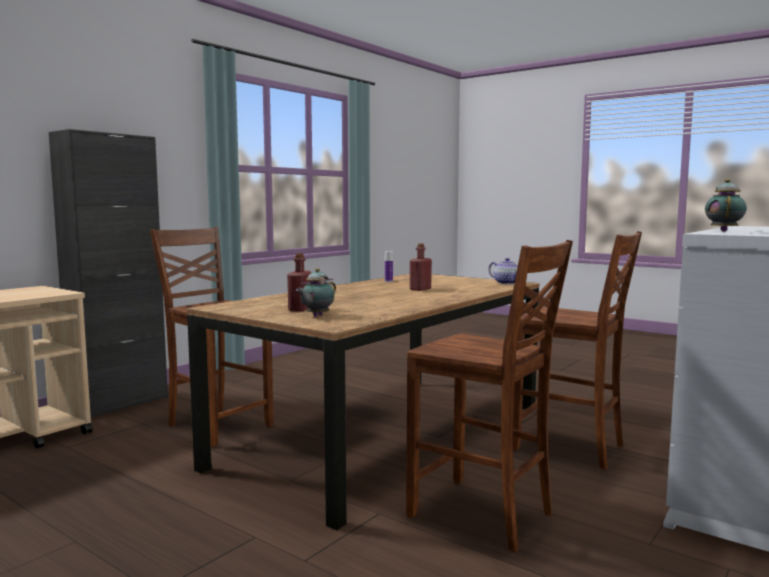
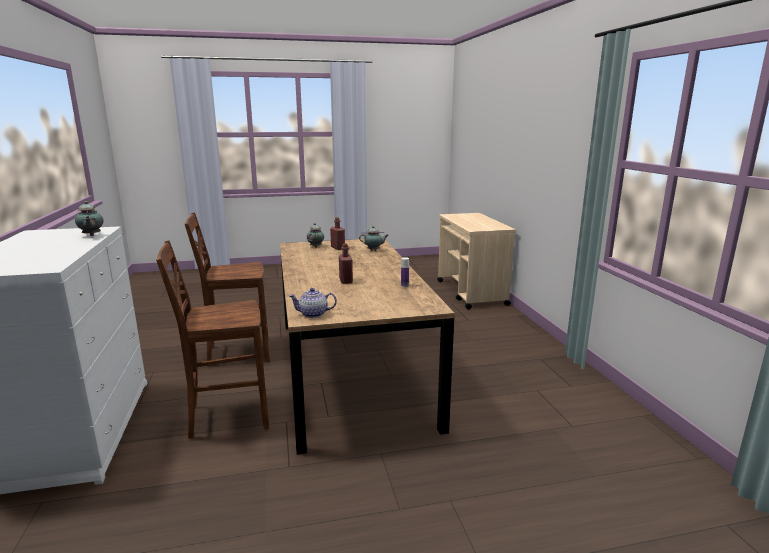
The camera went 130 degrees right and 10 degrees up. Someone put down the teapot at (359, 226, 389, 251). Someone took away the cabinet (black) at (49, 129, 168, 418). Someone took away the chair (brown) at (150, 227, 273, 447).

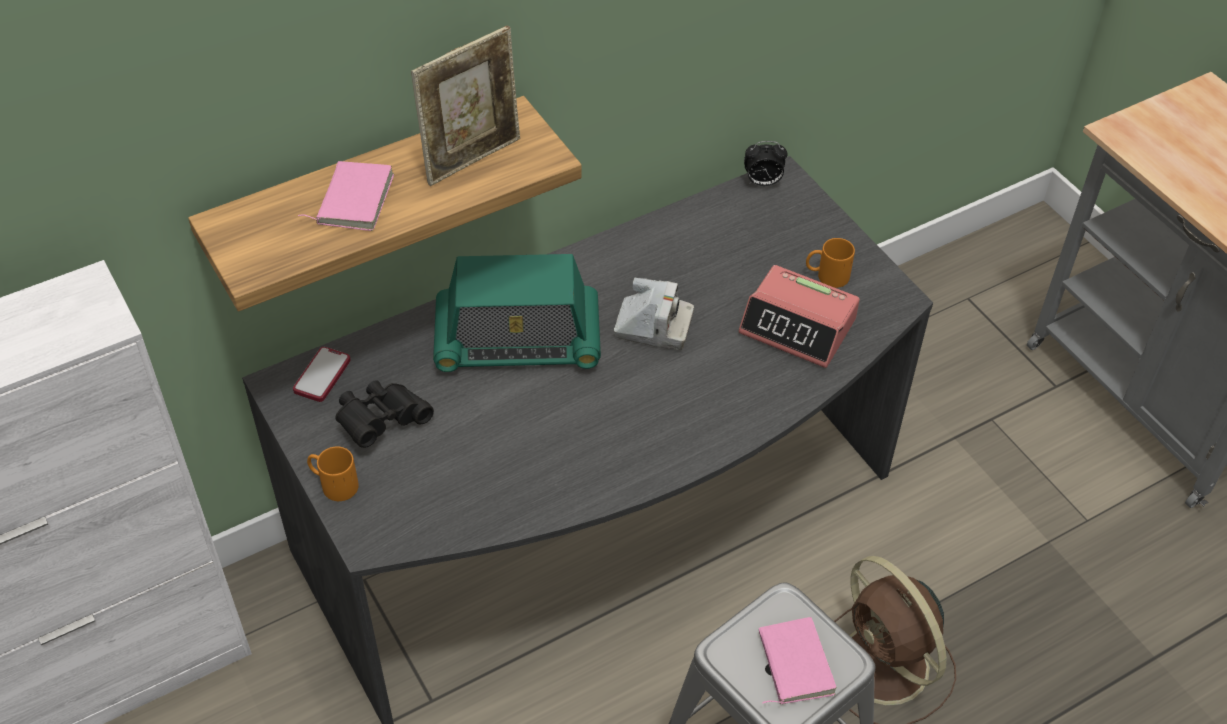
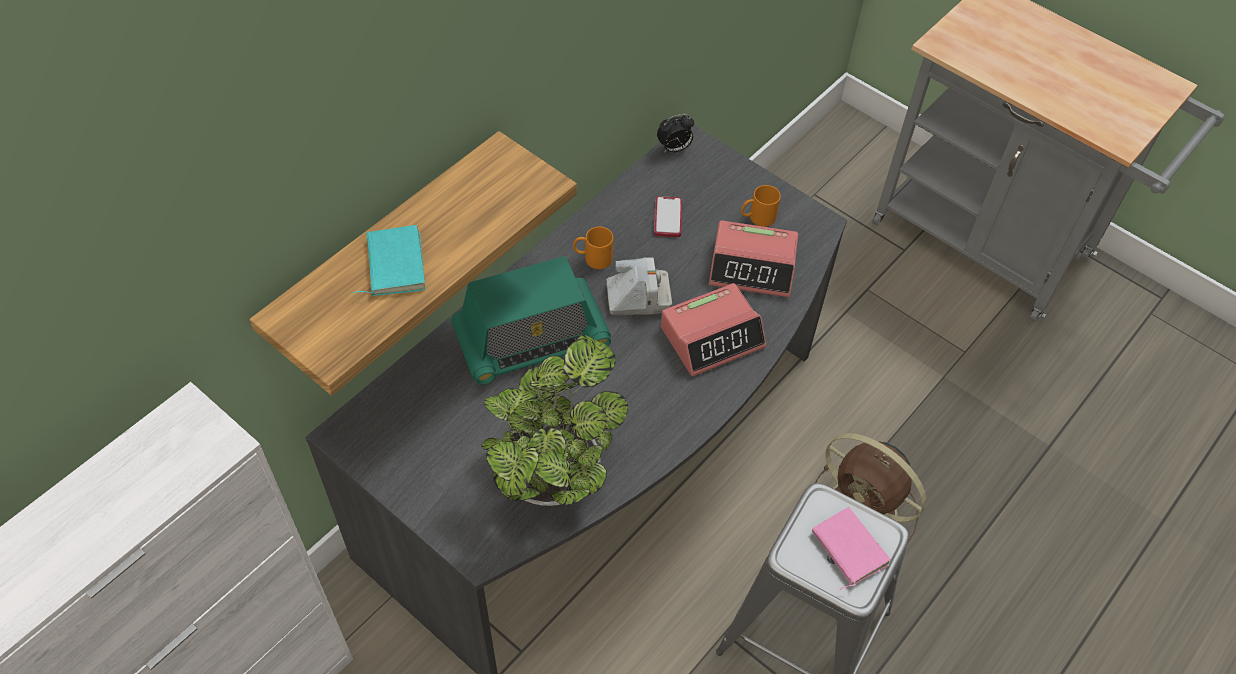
The camera went 20 degrees left and 5 degrees up. Someone repainted the book (pink) at (298, 161, 394, 231), which became the book (turquoise) at (354, 225, 425, 296). Someone put down the potted plant at (481, 334, 628, 506). Someone carried the mug (orange) from (307, 446, 359, 501) to (573, 227, 613, 269). Someone carried the phone from (293, 347, 351, 402) to (654, 196, 682, 237). Someone put down the alarm clock at (661, 283, 766, 376). Someone took away the binoculars (black) at (335, 380, 434, 448). Someone took away the picture frame at (411, 26, 520, 186).

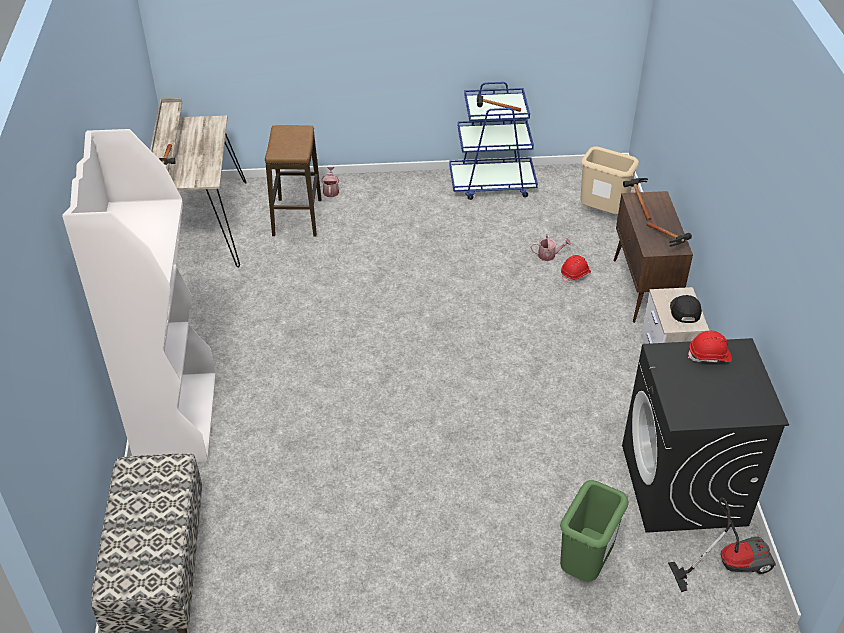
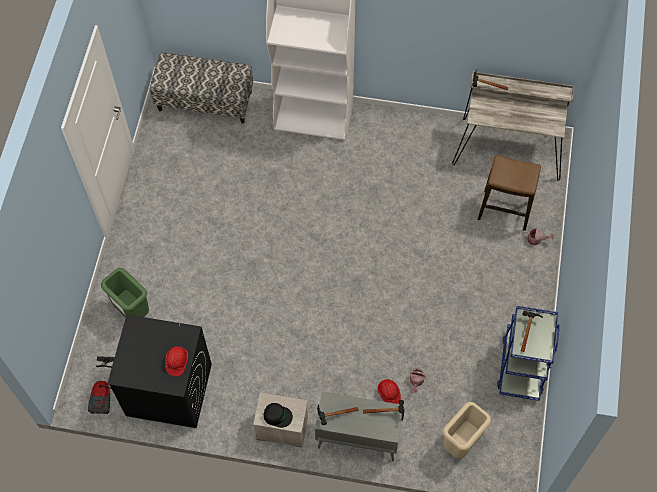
The camera went 105 degrees right and 20 degrees up. Someone repainted the cabinet (brown) at (613, 191, 693, 323), which became the cabinet (grey) at (315, 391, 404, 461).

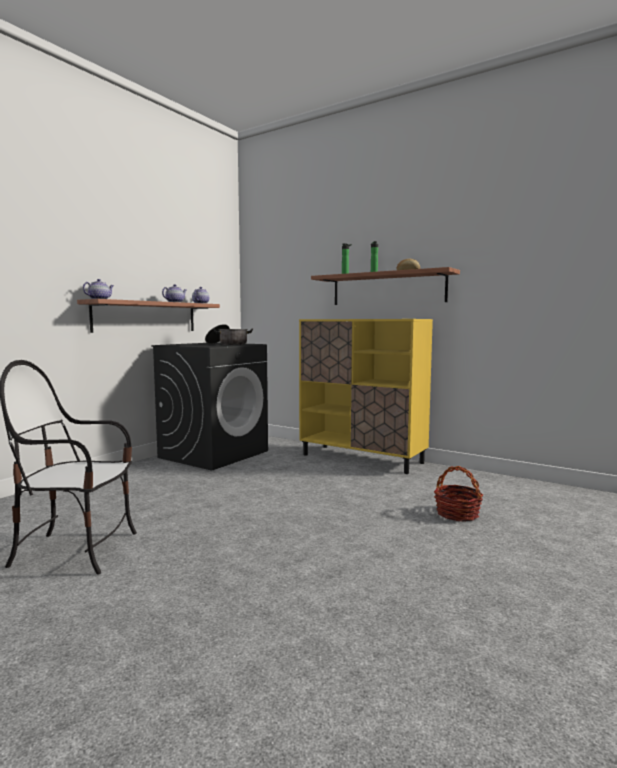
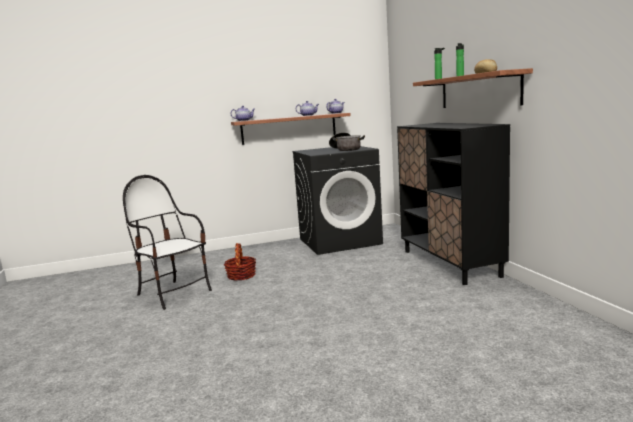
The camera went 40 degrees right and 5 degrees up. Someone carried the basket from (434, 466, 483, 522) to (224, 243, 256, 281). Someone repainted the cabinet (yellow) at (299, 319, 433, 474), which became the cabinet (black) at (397, 123, 510, 285).

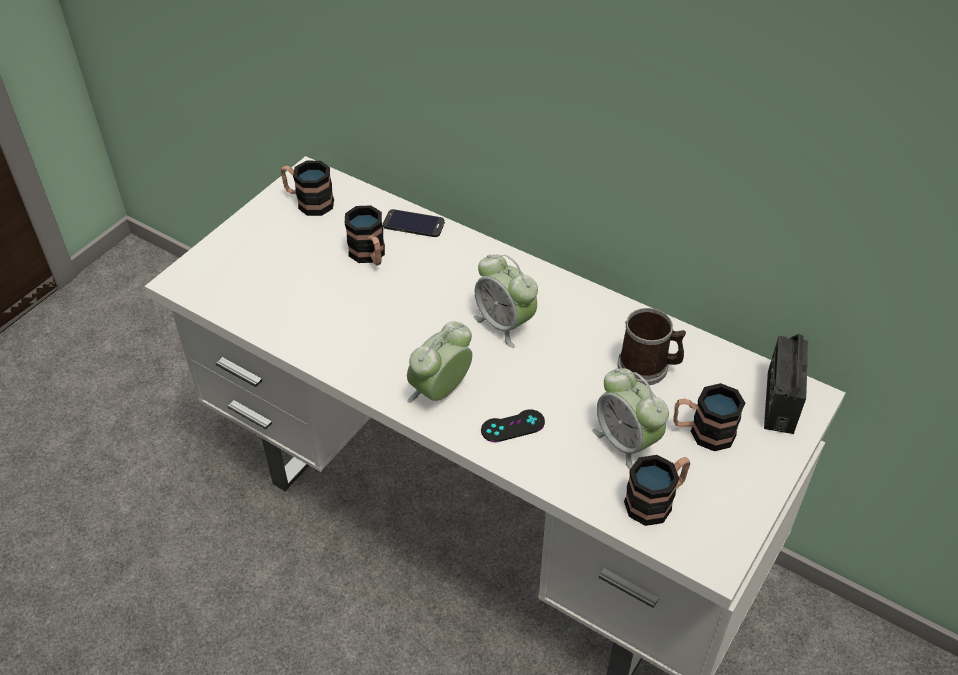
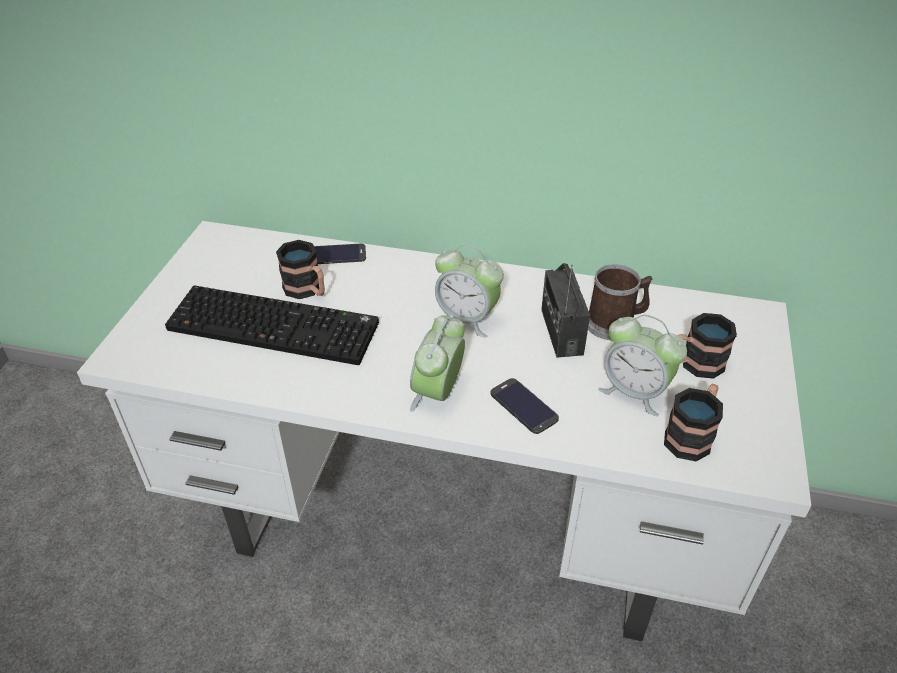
The camera went 20 degrees left and 5 degrees down. Someone put down the keyboard at (165, 286, 379, 365). Someone swapped the game controller (black) at (481, 409, 545, 442) for the phone at (491, 378, 559, 434). Someone carried the radio from (764, 334, 808, 434) to (541, 263, 590, 358). Someone took away the mug at (281, 161, 334, 216).

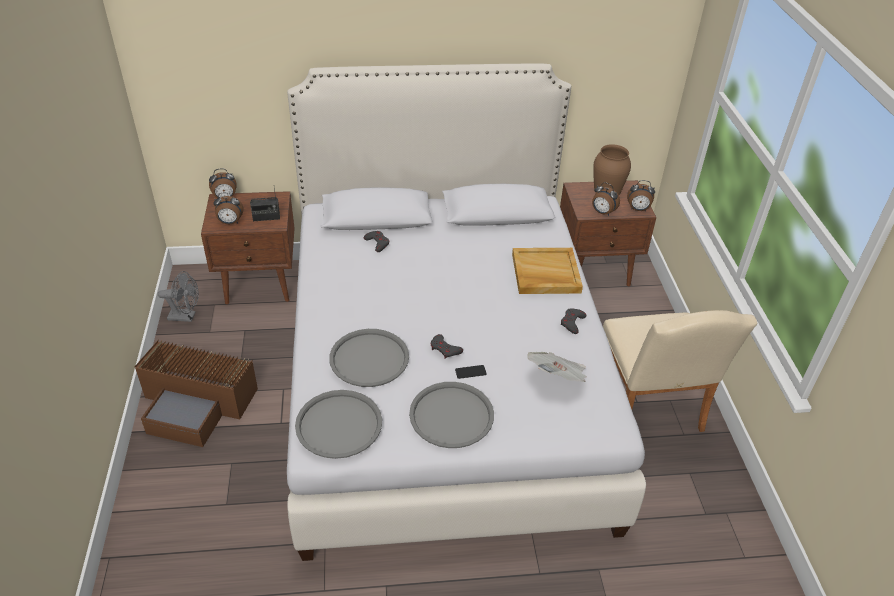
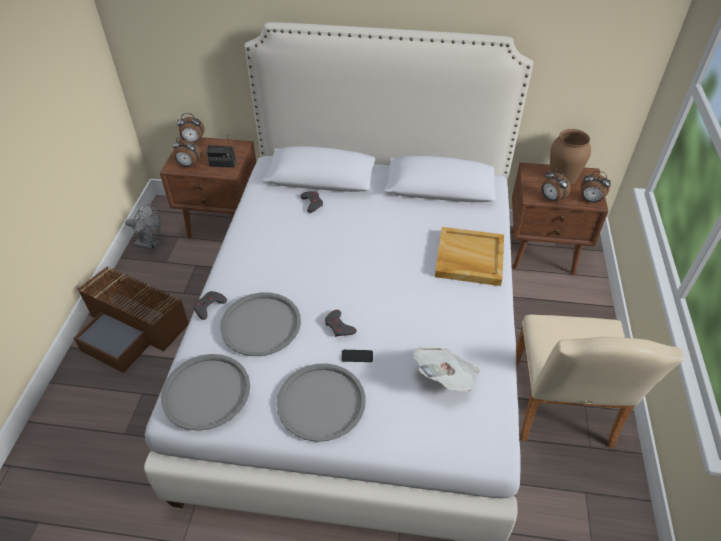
The camera went 15 degrees right and 5 degrees up. Someone carried the game controller (grey) from (561, 308, 586, 334) to (193, 291, 227, 320).

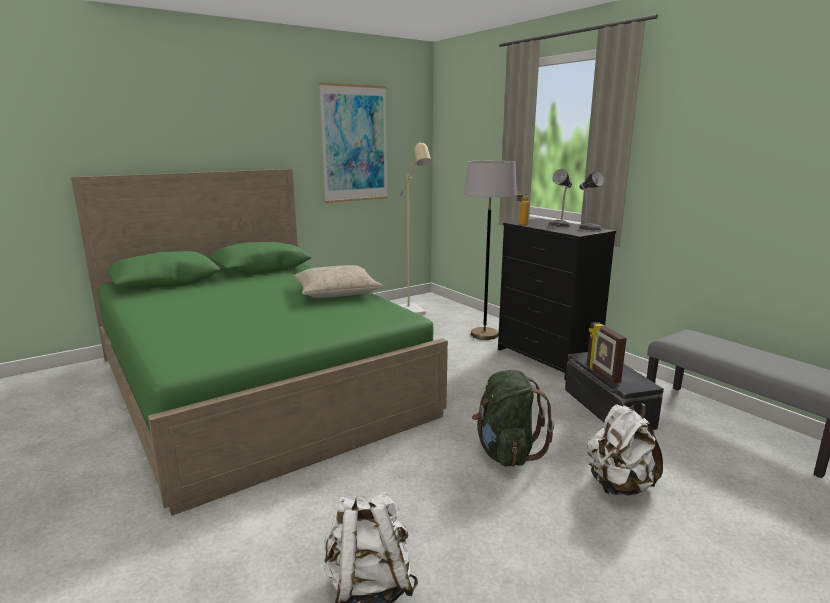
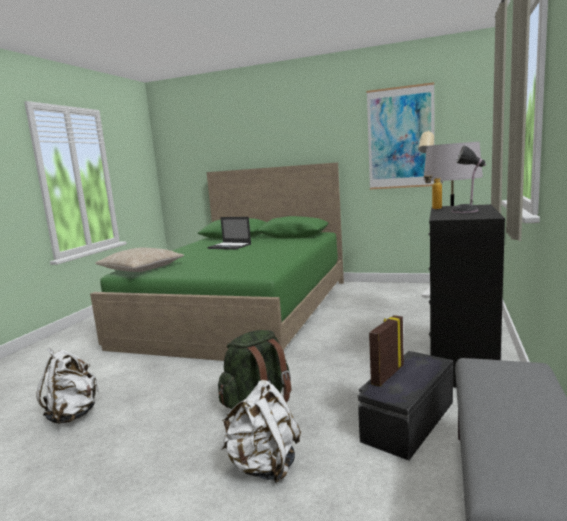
The camera went 55 degrees right and 5 degrees down. Someone carried the pillow (beige) from (294, 265, 384, 298) to (95, 247, 184, 272). Someone put down the laptop at (207, 217, 251, 250). Someone took away the table lamp at (578, 170, 604, 232).

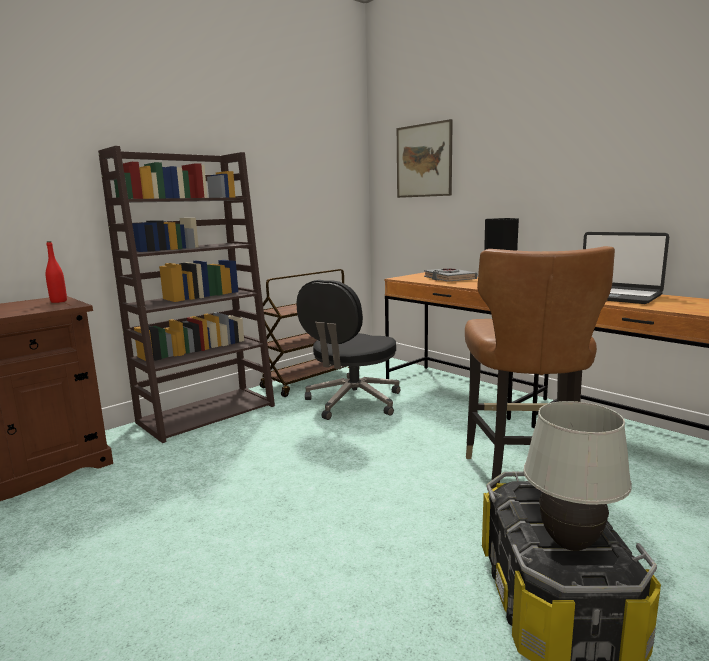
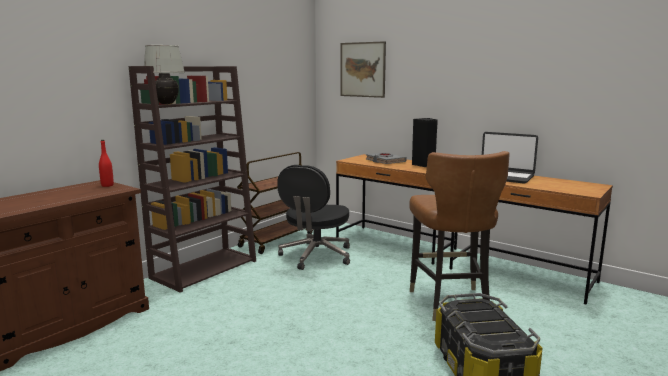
The camera went 10 degrees left and 0 degrees up. Someone carried the table lamp (white) from (524, 401, 632, 551) to (144, 45, 185, 104).

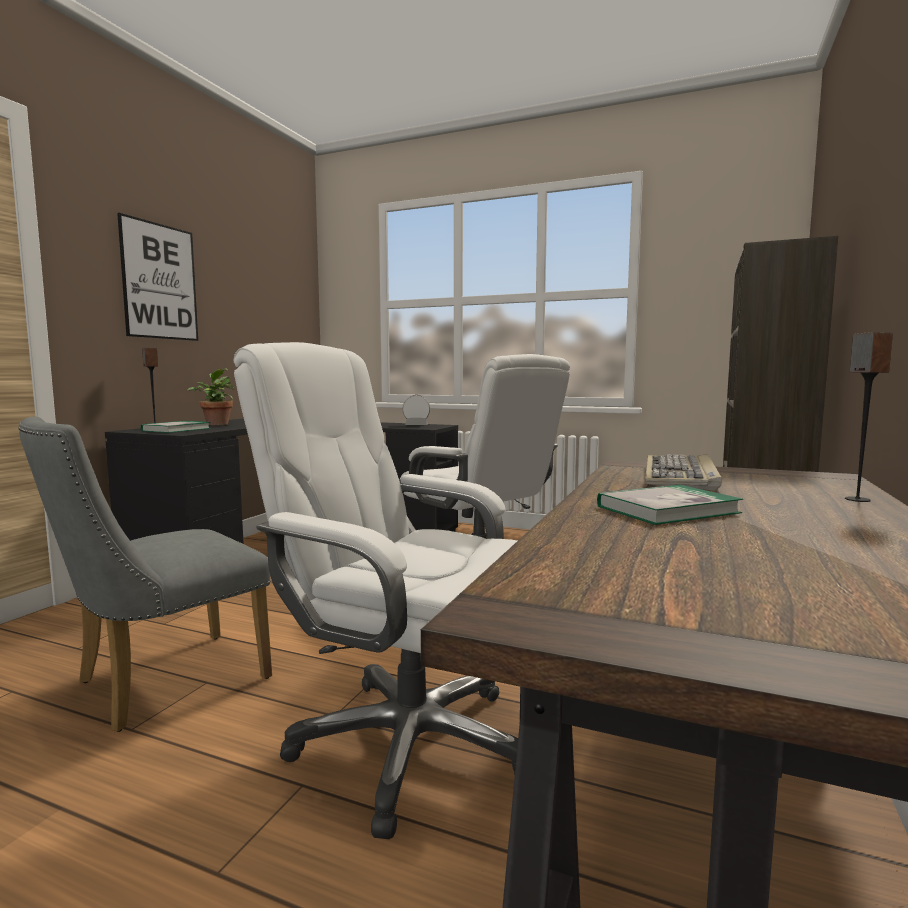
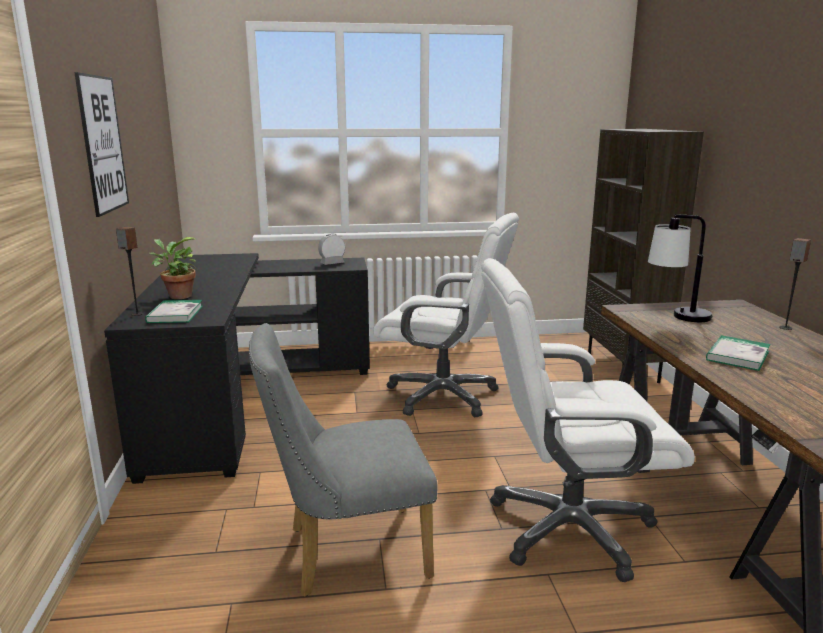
The camera went 30 degrees left and 10 degrees up. Someone rotated the chair (grey) at (18, 417, 272, 732) by 60 degrees clockwise. Someone swapped the keyboard at (645, 454, 722, 491) for the table lamp at (648, 214, 712, 322).

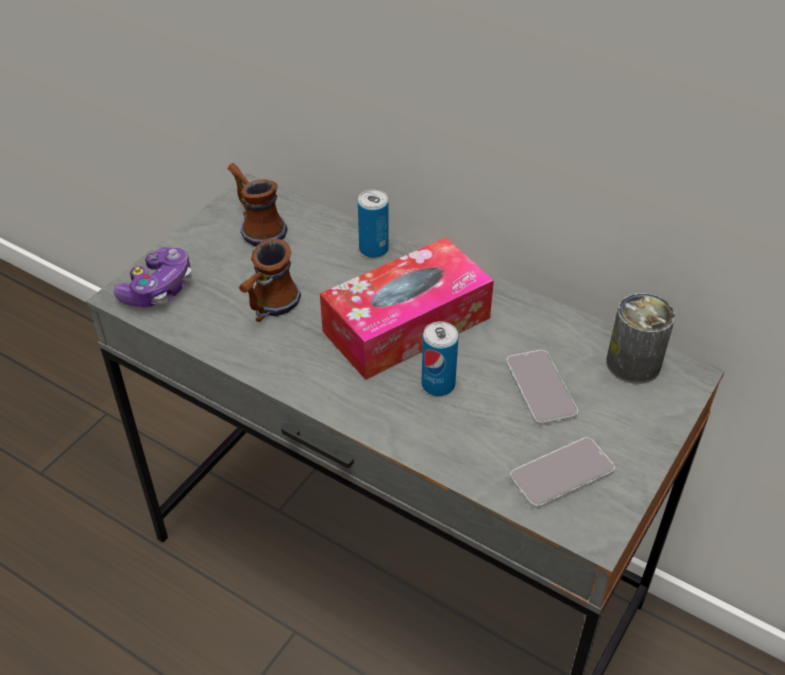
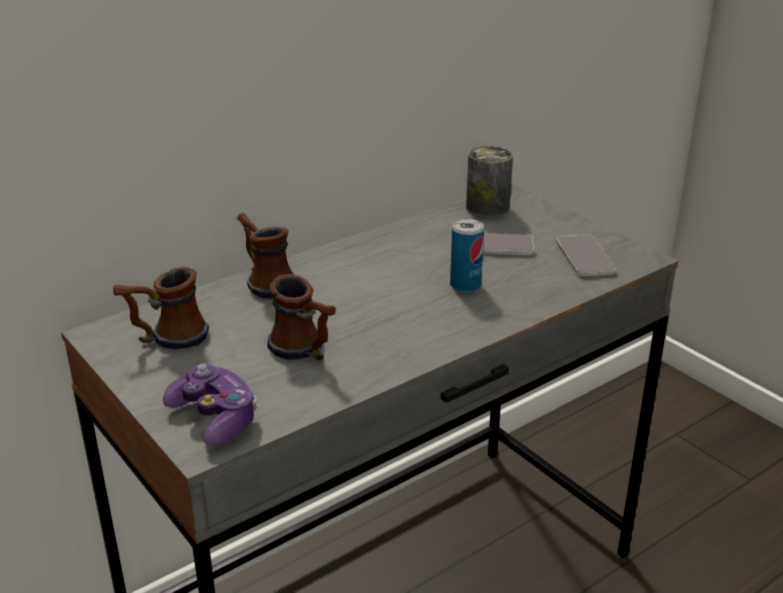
The camera went 70 degrees left and 15 degrees down. Someone swapped the can at (358, 189, 389, 258) for the mug at (237, 213, 294, 299). Someone took away the tissue box at (320, 237, 494, 380).

